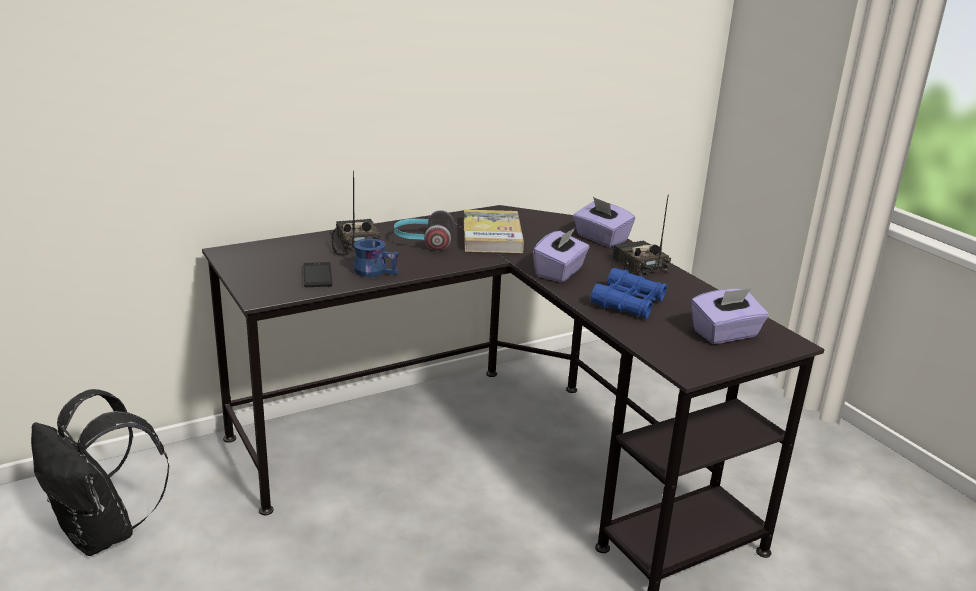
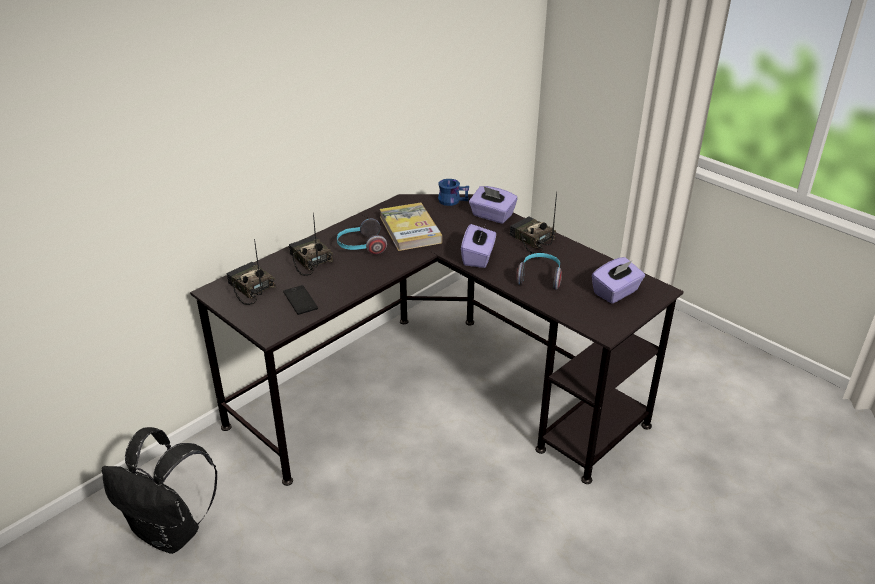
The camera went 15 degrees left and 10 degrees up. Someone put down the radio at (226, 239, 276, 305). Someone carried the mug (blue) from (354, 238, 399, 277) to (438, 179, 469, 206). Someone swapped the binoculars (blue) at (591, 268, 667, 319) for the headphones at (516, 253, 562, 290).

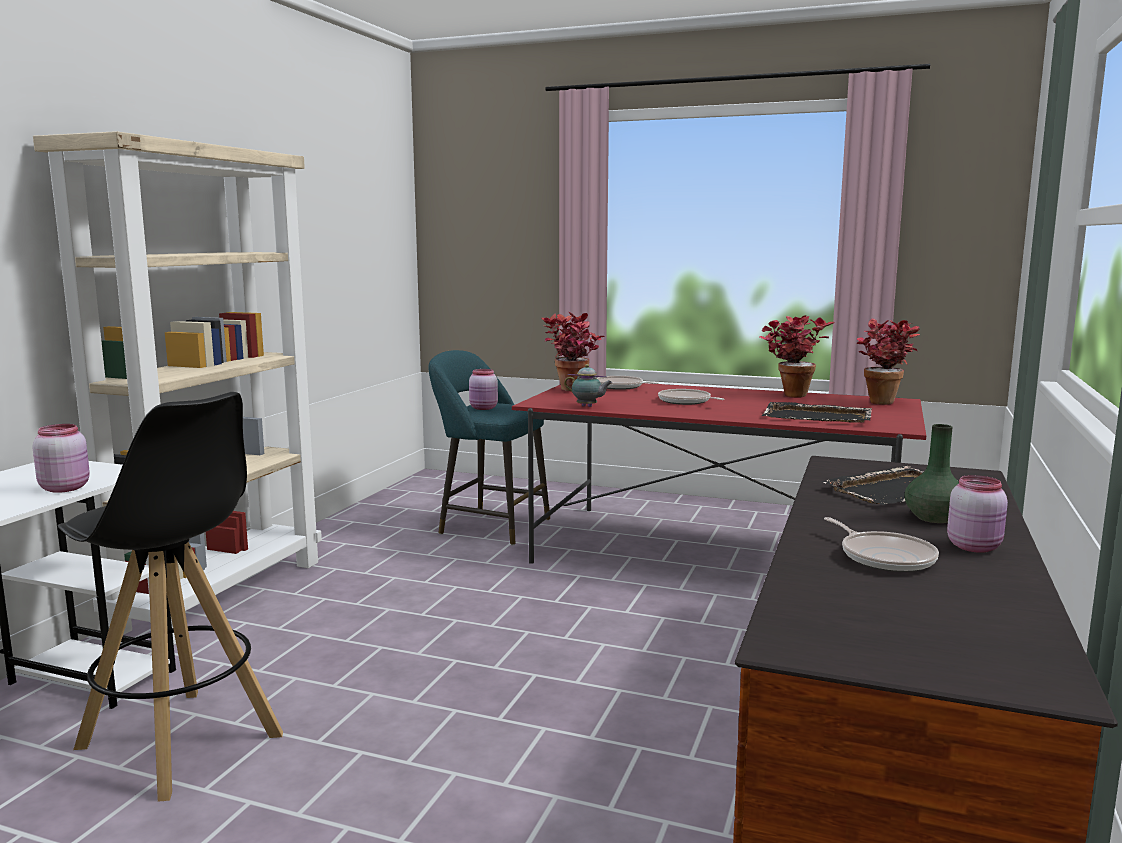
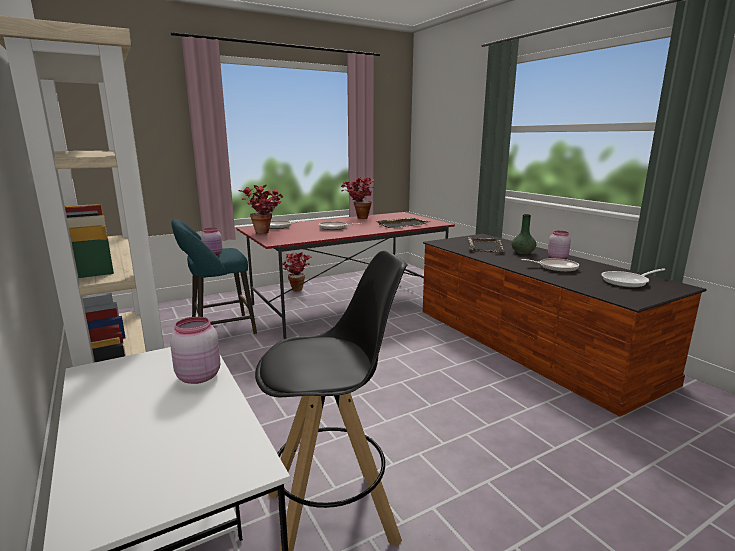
The camera went 50 degrees left and 5 degrees up. Someone carried the potted plant from (857, 318, 920, 405) to (282, 252, 312, 292). Someone put down the frying pan at (601, 268, 666, 288). Someone took away the teapot at (564, 364, 612, 407).

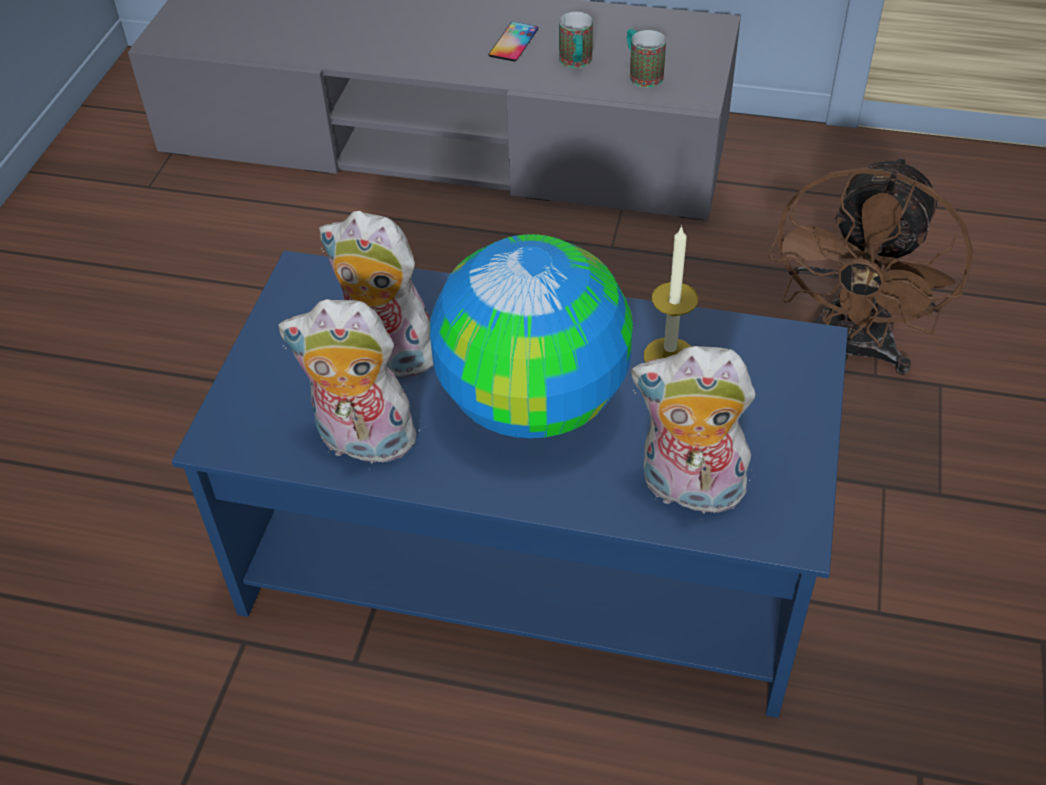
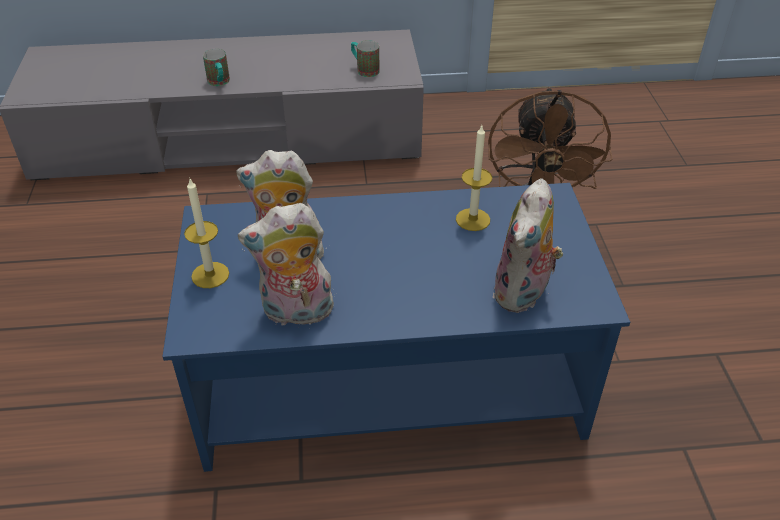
The camera went 20 degrees left and 5 degrees down. Someone put down the candle at (184, 179, 229, 288). Someone carried the mug from (559, 12, 593, 68) to (203, 49, 230, 86). Someone rotated the plush toy at (631, 346, 756, 520) by 60 degrees counterclockwise. Someone took away the globe at (430, 234, 633, 438). Someone took away the phone at (488, 22, 538, 62).

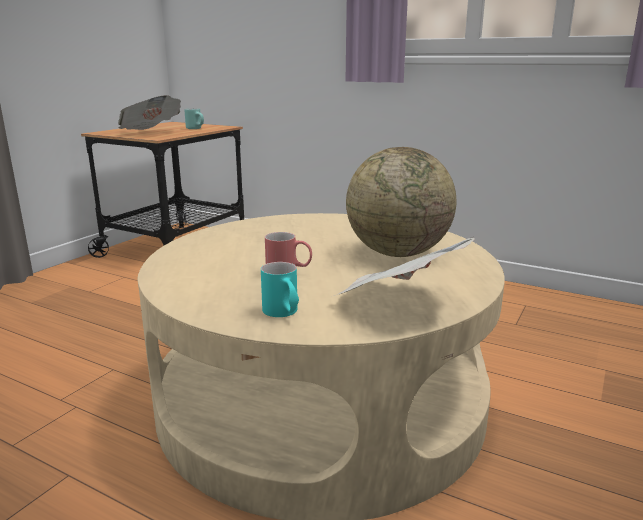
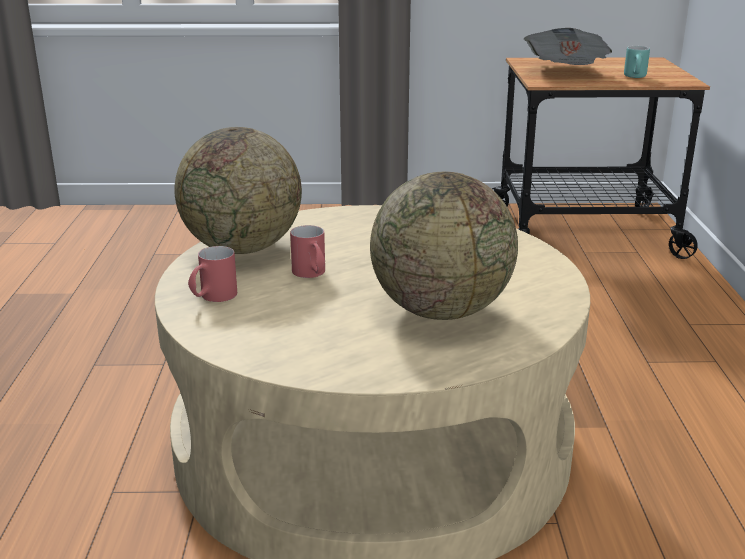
The camera went 60 degrees right and 5 degrees up. Someone put down the globe at (175, 127, 302, 254). Someone repainted the mug (turquoise) at (261, 262, 299, 317), which became the mug (red) at (188, 246, 237, 302). Someone took away the newspaper at (331, 237, 474, 297).

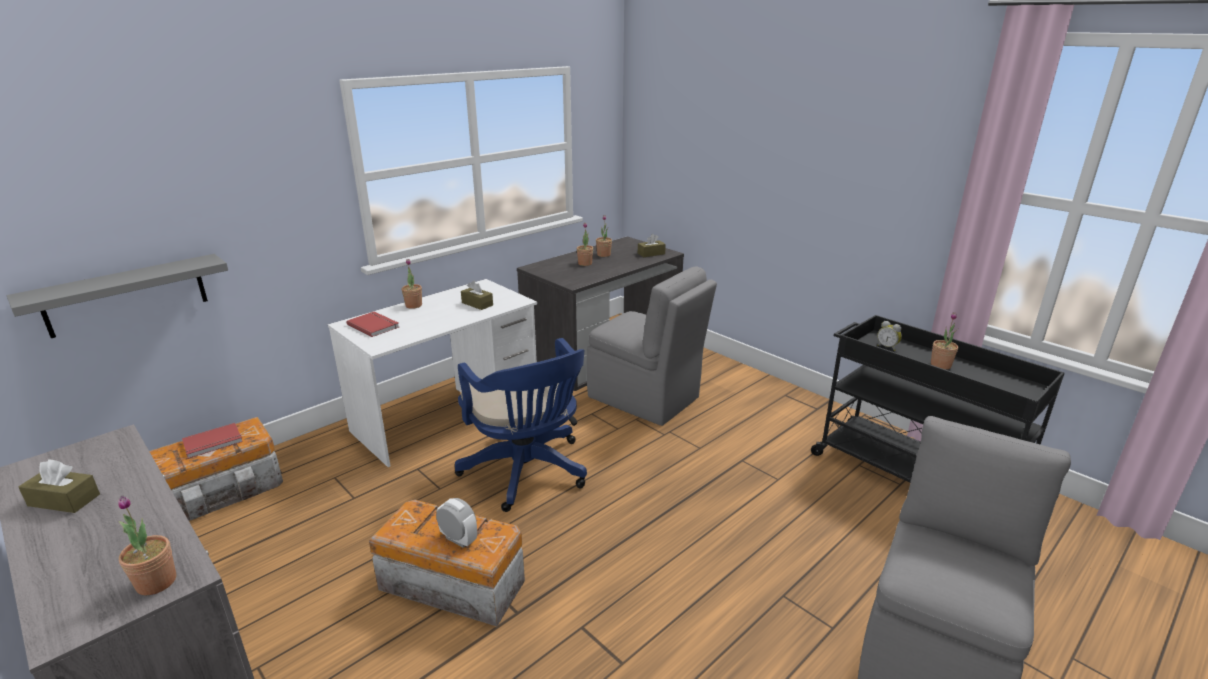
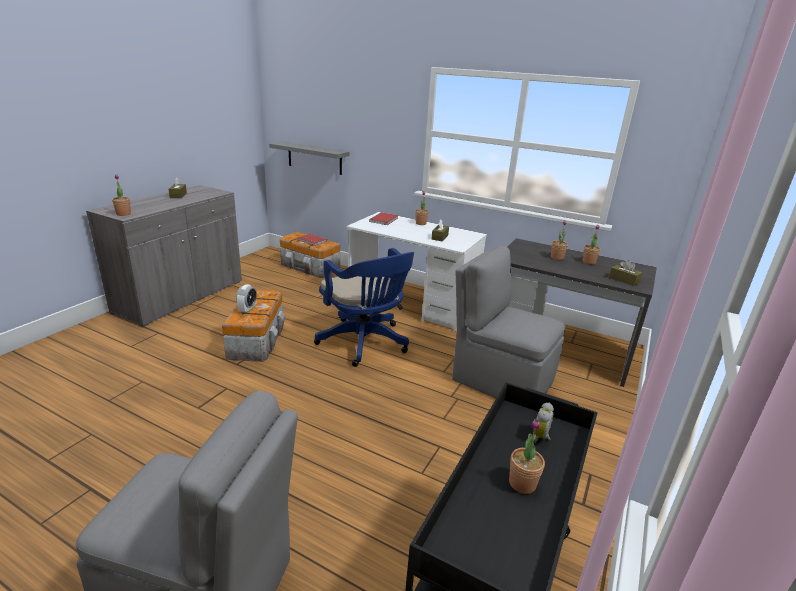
The camera went 70 degrees right and 0 degrees up. Someone rotated the office chair (blue) at (455, 338, 587, 512) by 75 degrees counterclockwise. Someone rotated the chair (grey) at (587, 266, 717, 426) by 105 degrees clockwise.

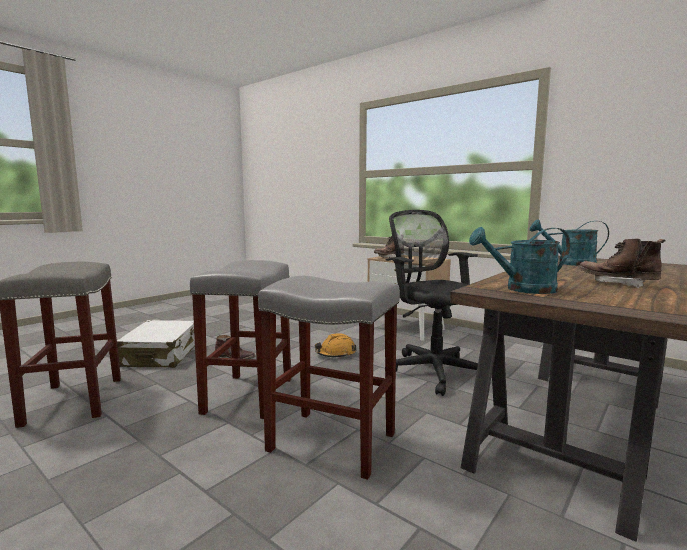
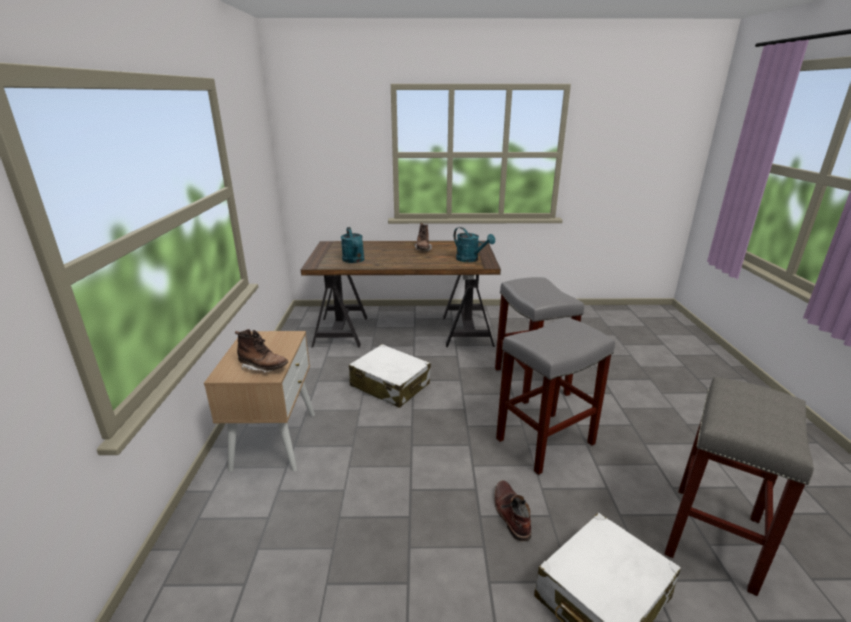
The camera went 130 degrees left and 15 degrees up. Someone swapped the office chair (black) at (386, 210, 478, 396) for the suitcase (white) at (349, 344, 431, 408). Someone took away the hard hat (orange) at (315, 333, 357, 358).

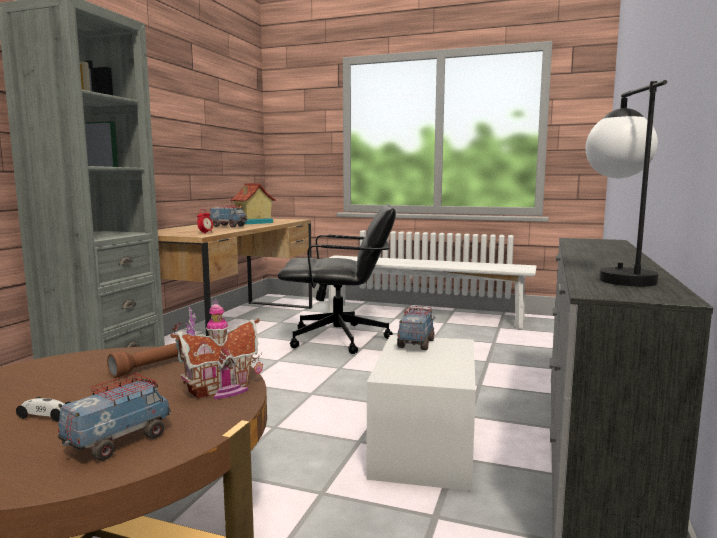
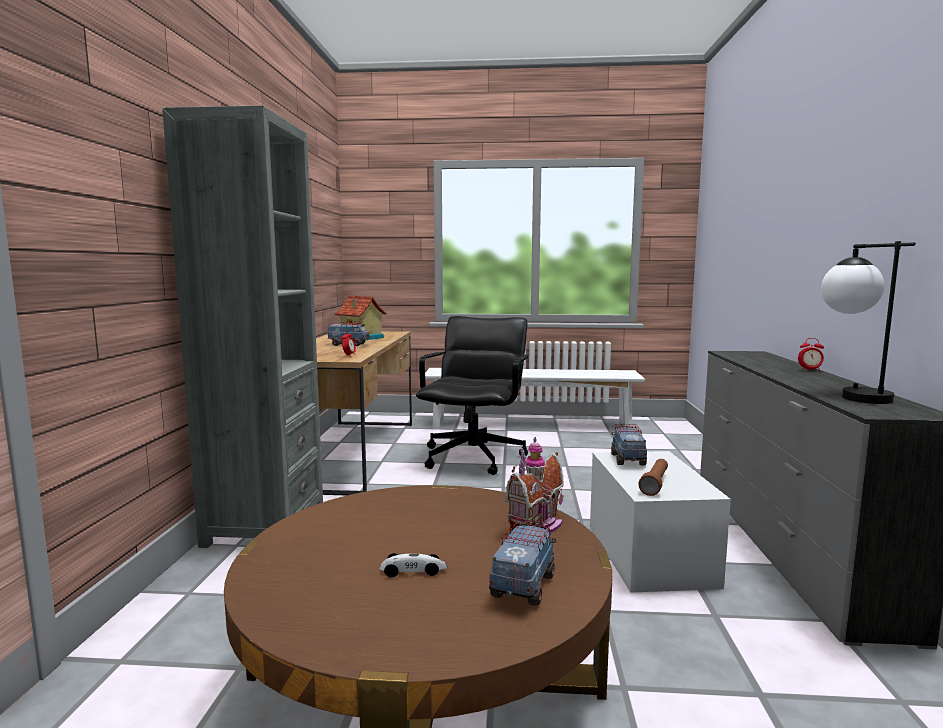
The camera went 15 degrees left and 0 degrees up. Someone rotated the office chair (black) at (278, 204, 396, 354) by 60 degrees counterclockwise. Someone carried the flashlight (brown) from (107, 343, 178, 378) to (638, 459, 668, 496). Someone put down the alarm clock at (798, 338, 824, 370).

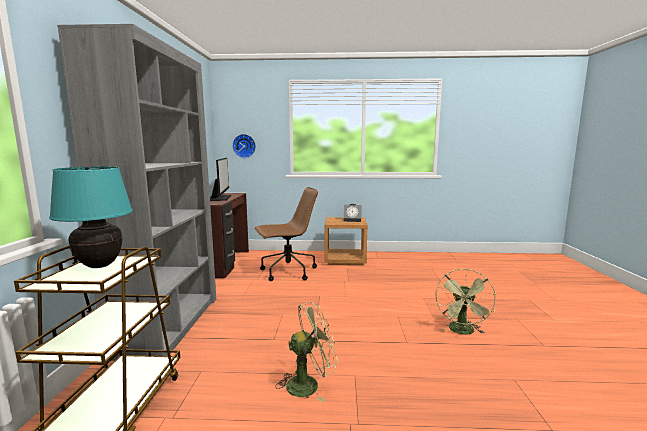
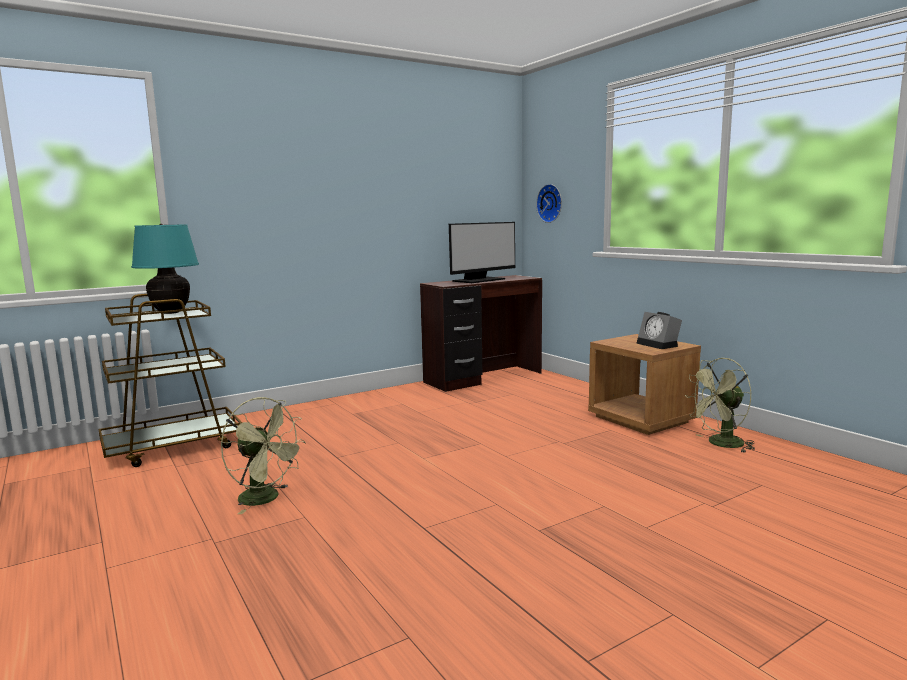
The camera went 55 degrees right and 0 degrees up. Someone carried the fan (green) from (435, 269, 496, 334) to (685, 358, 755, 453). Someone took away the bookcase (grey) at (57, 24, 216, 361). Someone took away the office chair (brown) at (254, 187, 318, 281).

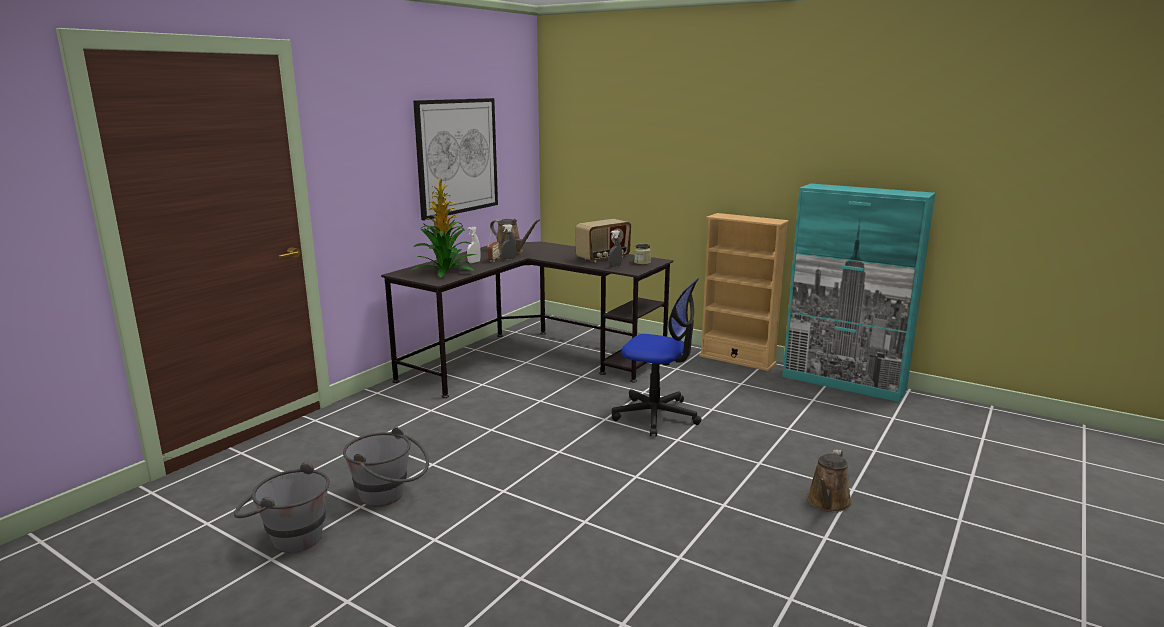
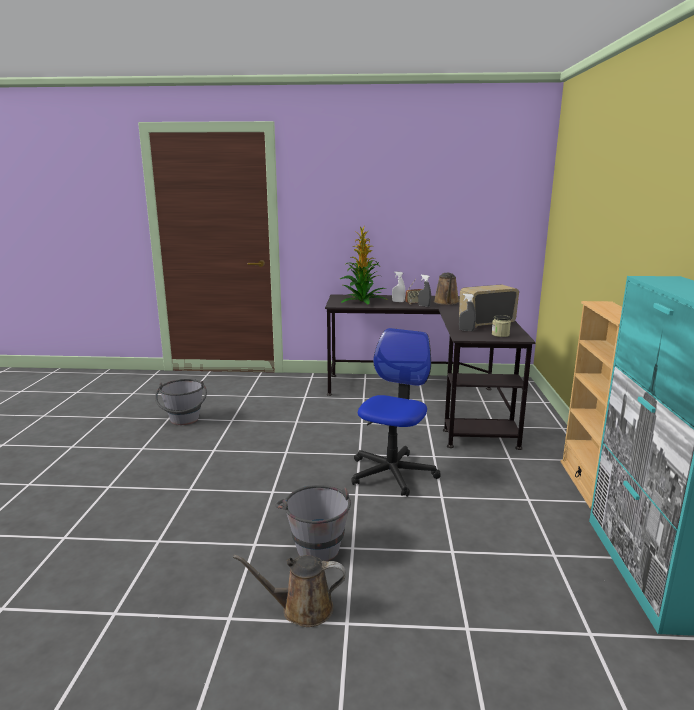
The camera went 60 degrees right and 0 degrees up. Someone carried the bucket (grey) from (234, 462, 330, 553) to (275, 485, 351, 561). Someone rotated the office chair at (612, 278, 702, 437) by 150 degrees counterclockwise. Someone rotated the radio at (575, 219, 631, 262) by 135 degrees clockwise. Someone took away the picture at (413, 98, 498, 220).

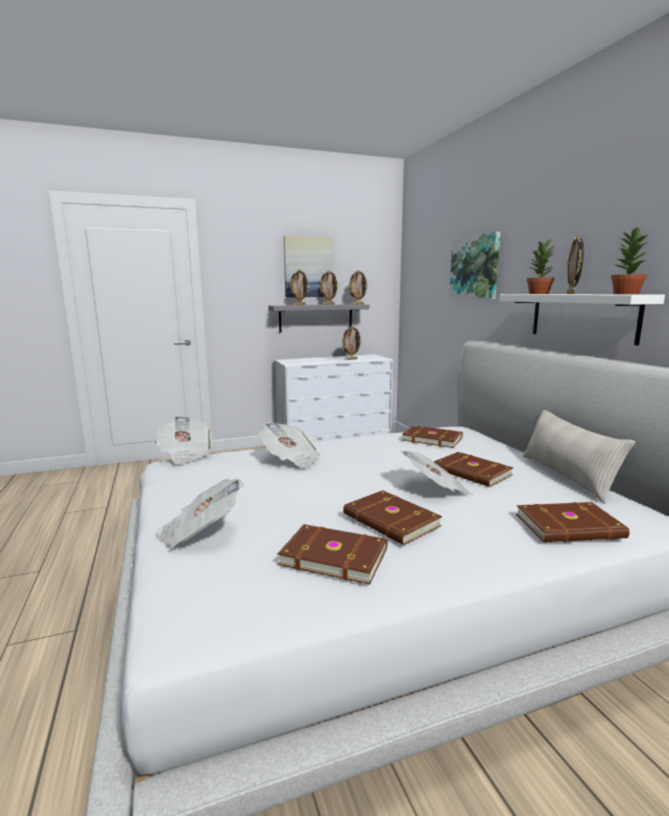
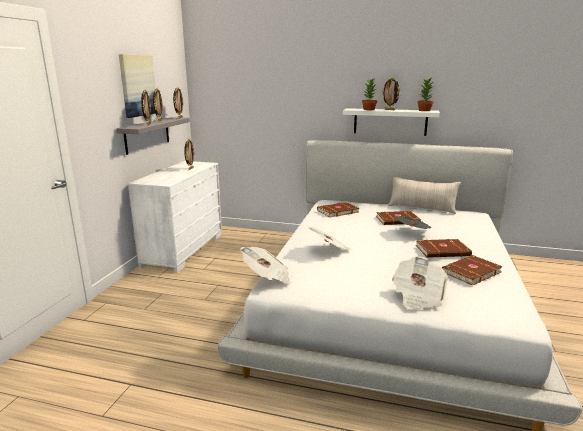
The camera went 55 degrees left and 5 degrees up. Someone took away the picture at (449, 232, 501, 299). Someone took away the book (brown) at (516, 502, 630, 542).

